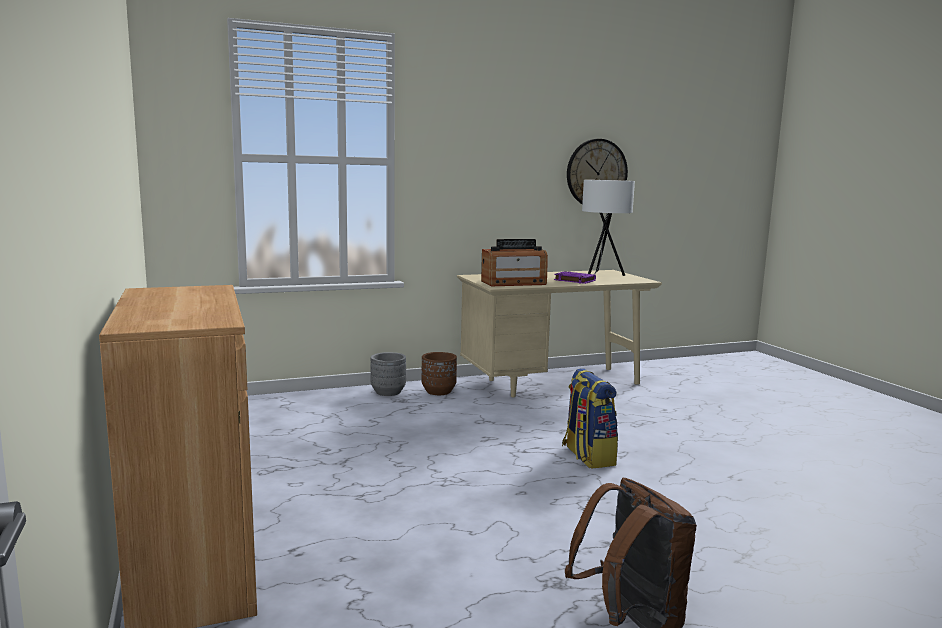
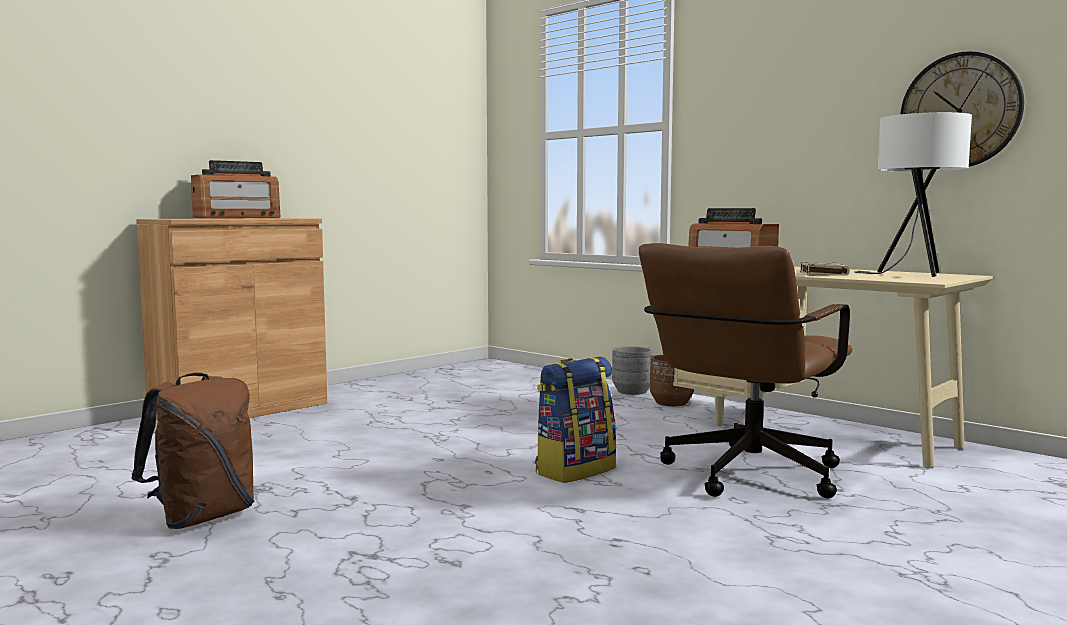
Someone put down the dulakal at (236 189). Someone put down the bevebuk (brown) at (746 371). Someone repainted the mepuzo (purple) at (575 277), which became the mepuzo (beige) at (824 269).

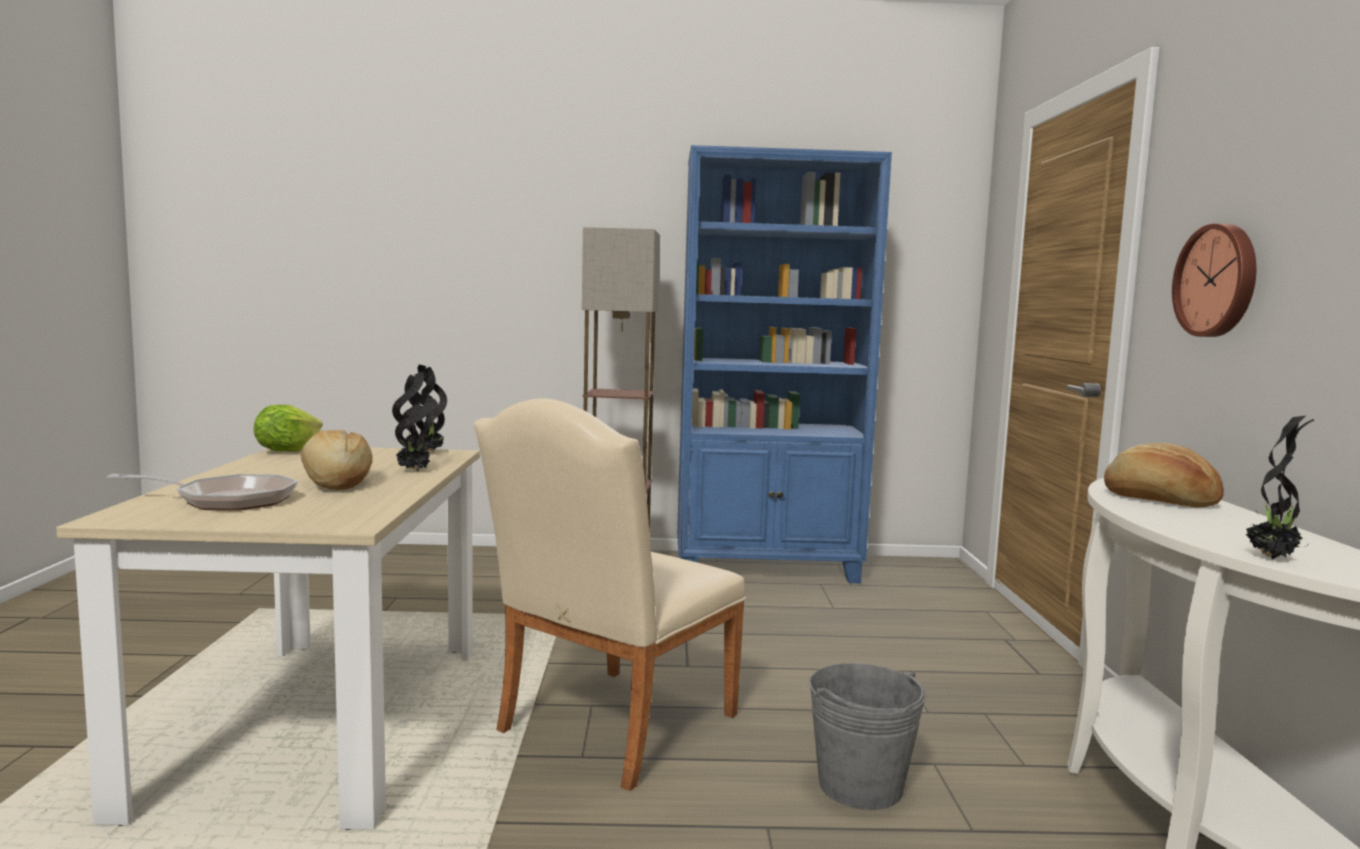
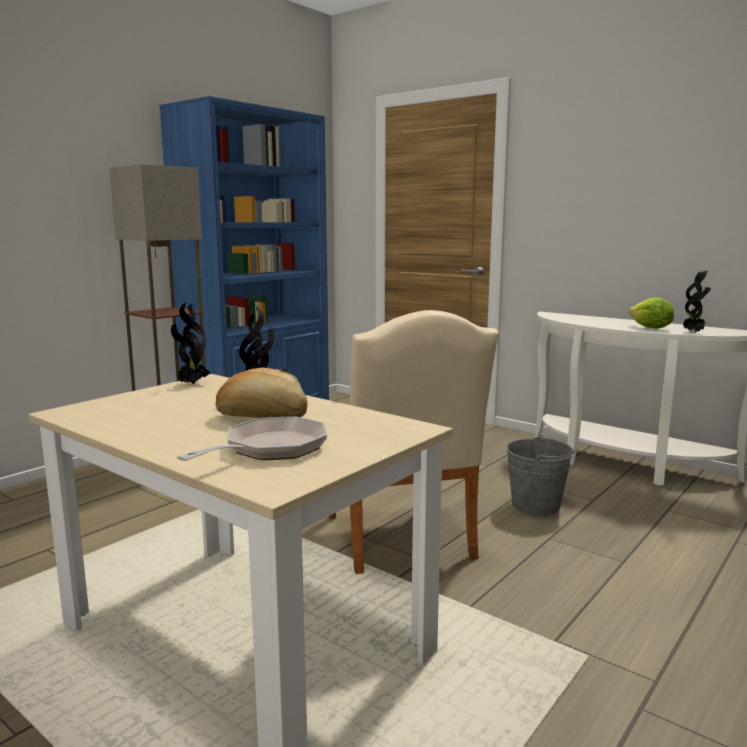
Someone took away the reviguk at (1164 475). Someone took away the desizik at (1214 280). Someone carried the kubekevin from (288 428) to (651 313).

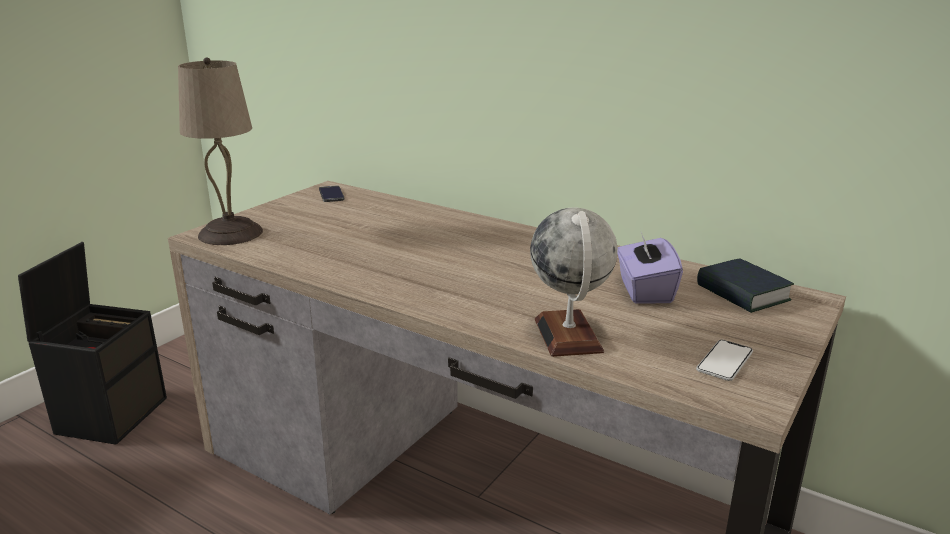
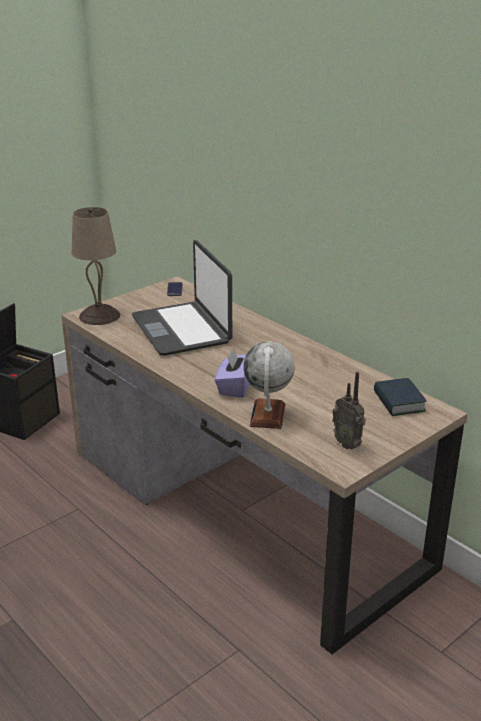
Someone put down the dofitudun at (182 298). Someone carried the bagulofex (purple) from (650 267) to (232 373). Someone swapped the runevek at (724 360) for the dulakal at (349 410).

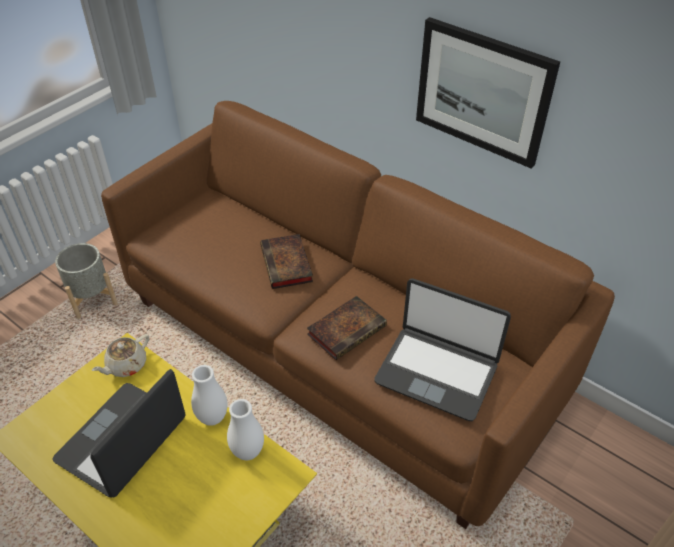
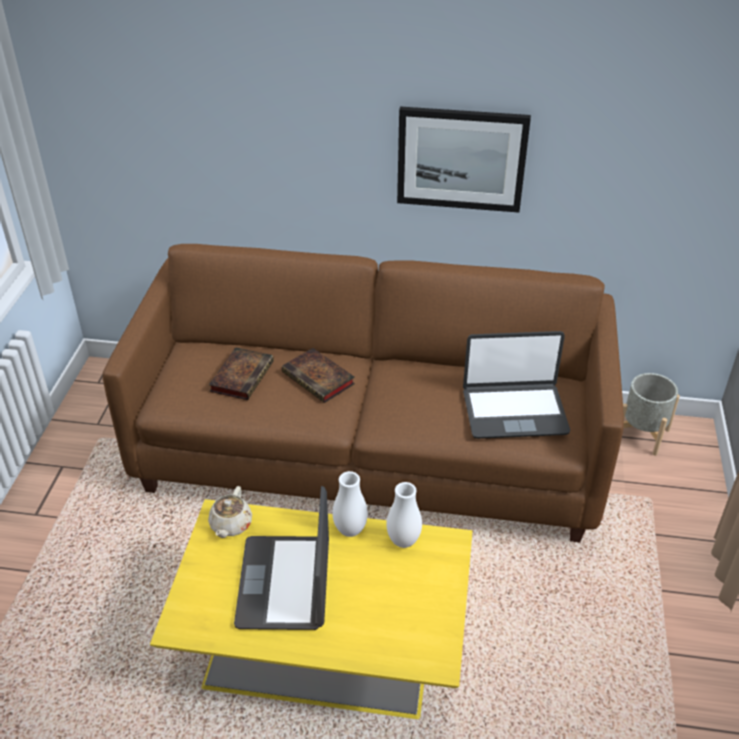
Someone carried the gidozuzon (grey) from (86 281) to (651 414). Someone carried the mepuzo from (347 328) to (241 374).

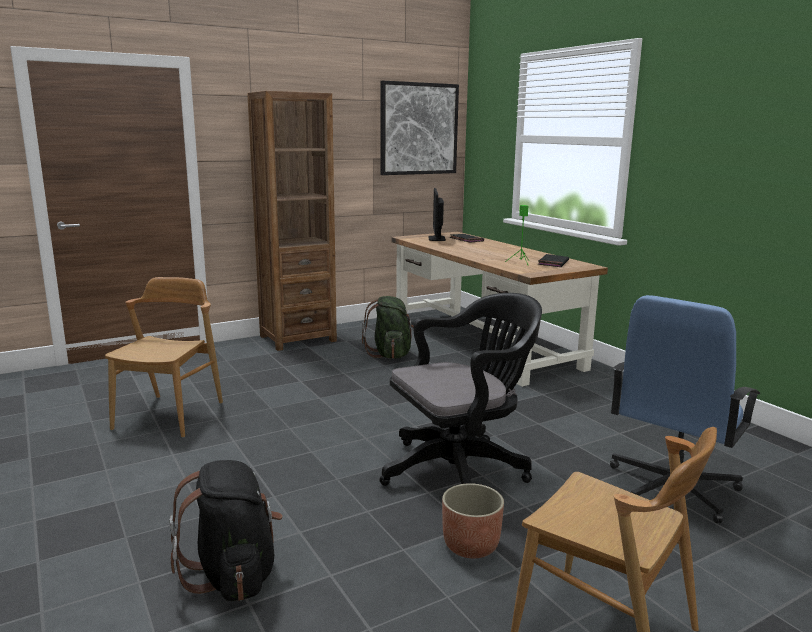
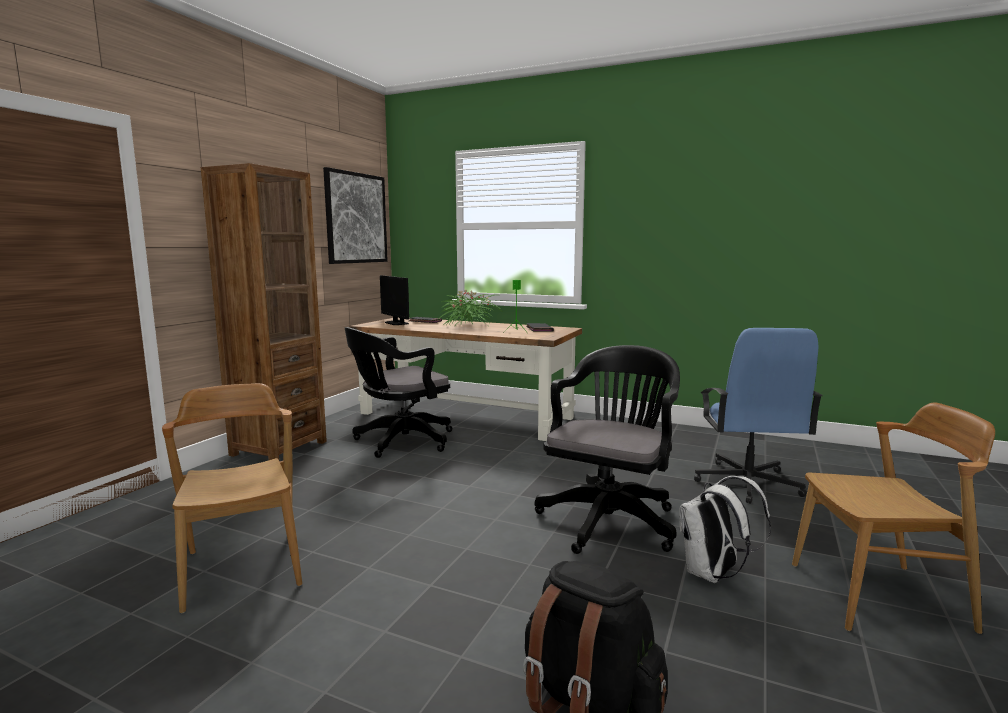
Someone put down the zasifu at (471 307). Someone swapped the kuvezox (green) at (387 327) for the bevebuk (black) at (398 392). Someone swapped the gidozuzon at (473 520) for the kuvezox (white) at (725 529).

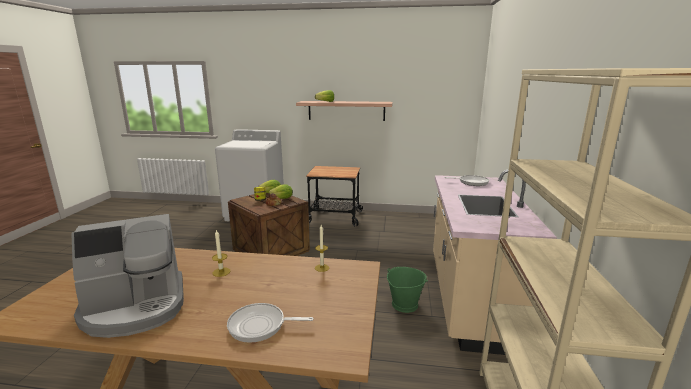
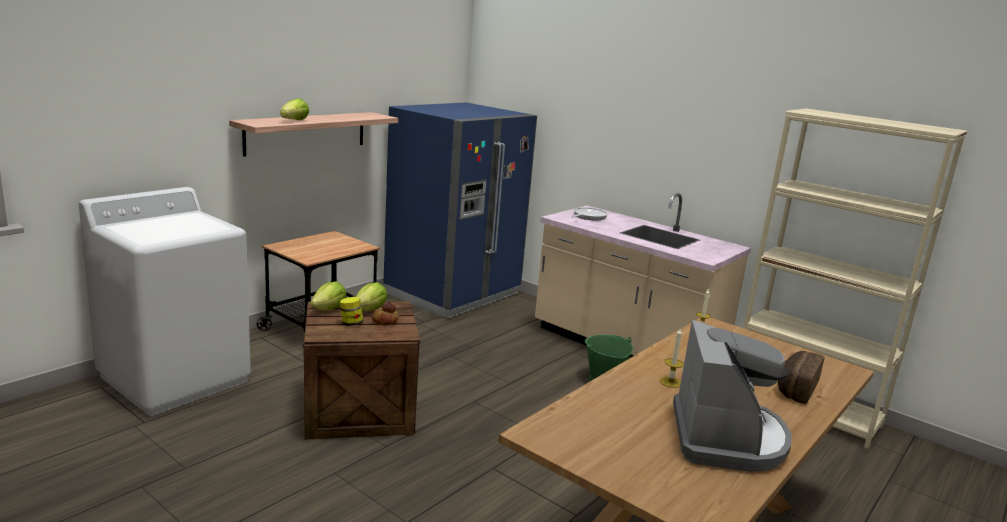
Someone put down the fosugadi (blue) at (460 210). Someone swapped the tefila at (270 323) for the reviguk at (801 377).

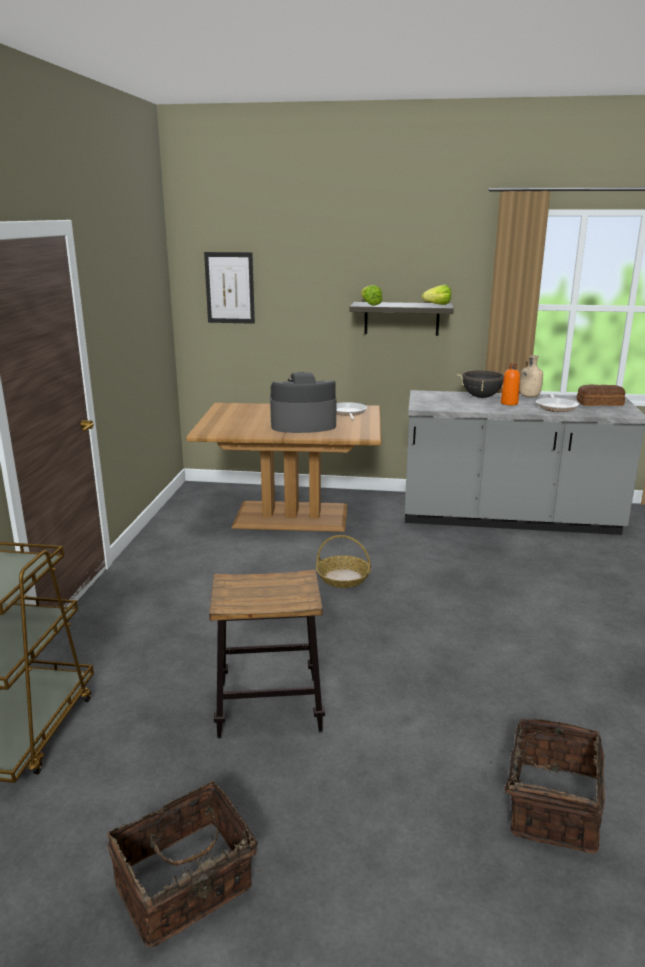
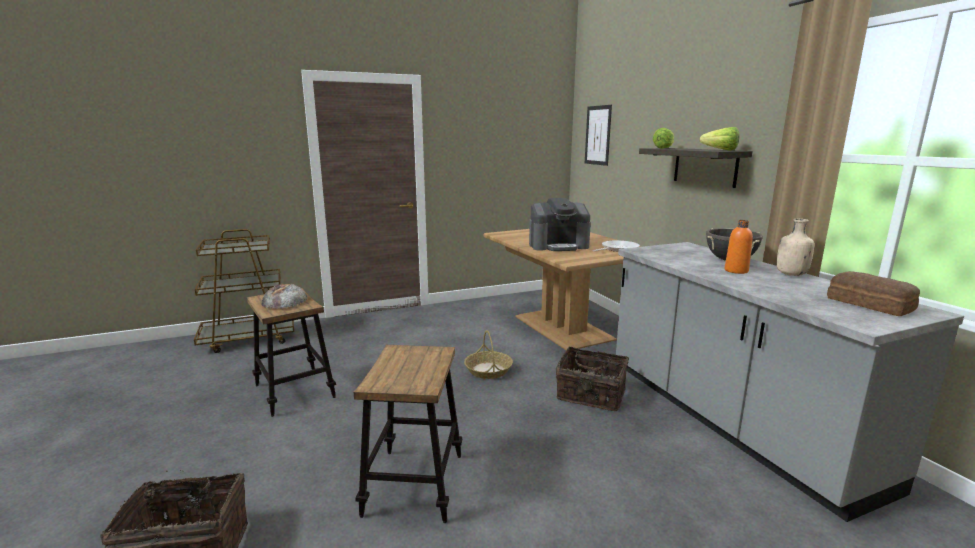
Someone took away the tefila at (557 402). Someone put down the reviguk at (284 296). Someone put down the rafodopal at (408 434). Someone carried the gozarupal from (184 863) to (592 379). Someone rotated the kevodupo at (303 402) by 120 degrees clockwise.

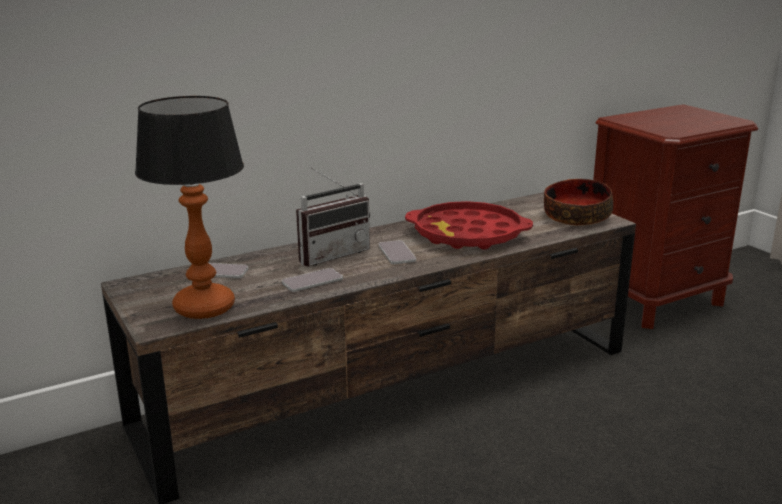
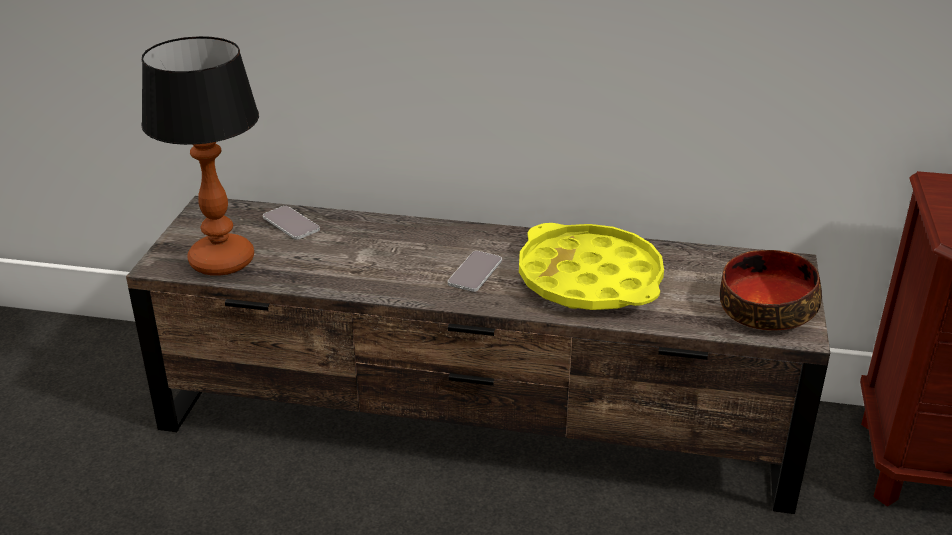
Someone took away the runevek at (312 280). Someone took away the dulakal at (333 216). Someone repainted the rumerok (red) at (469 225), which became the rumerok (yellow) at (591 266).

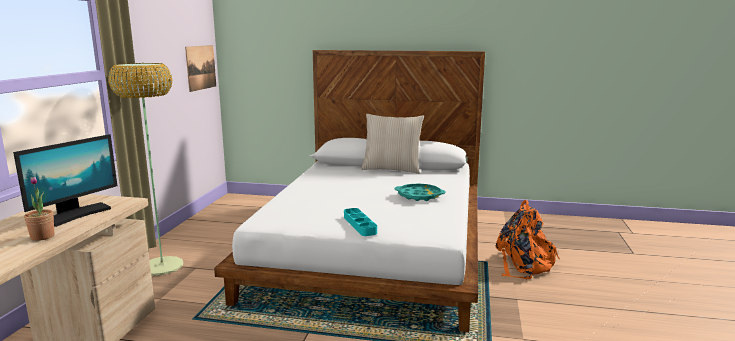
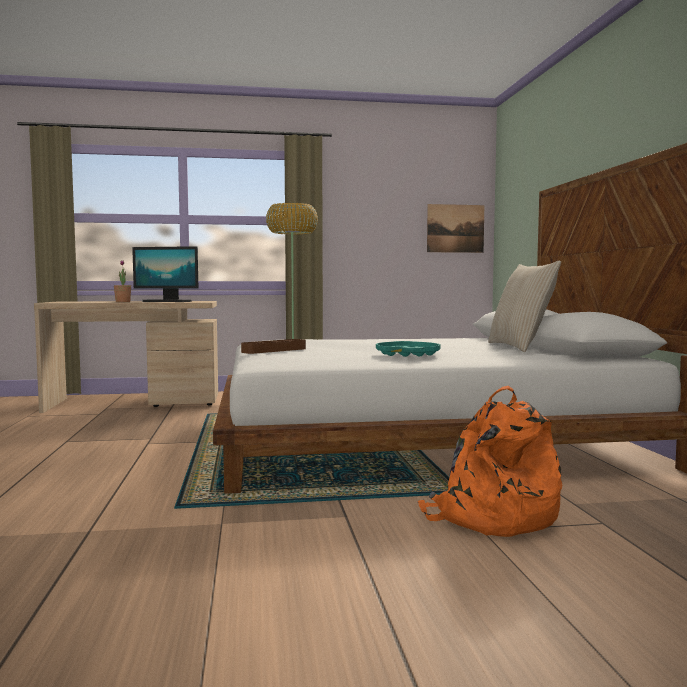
Someone repainted the rumerok (turquoise) at (360 222), which became the rumerok (brown) at (273 346).

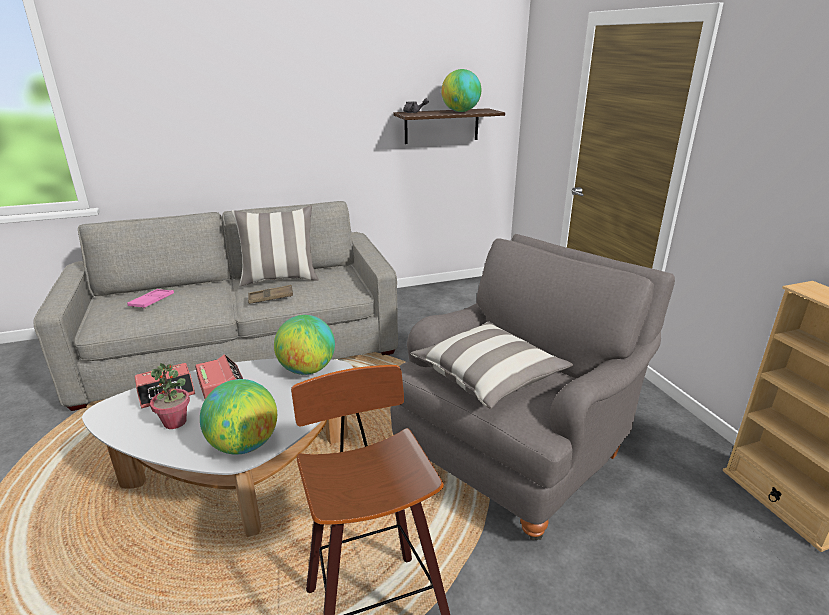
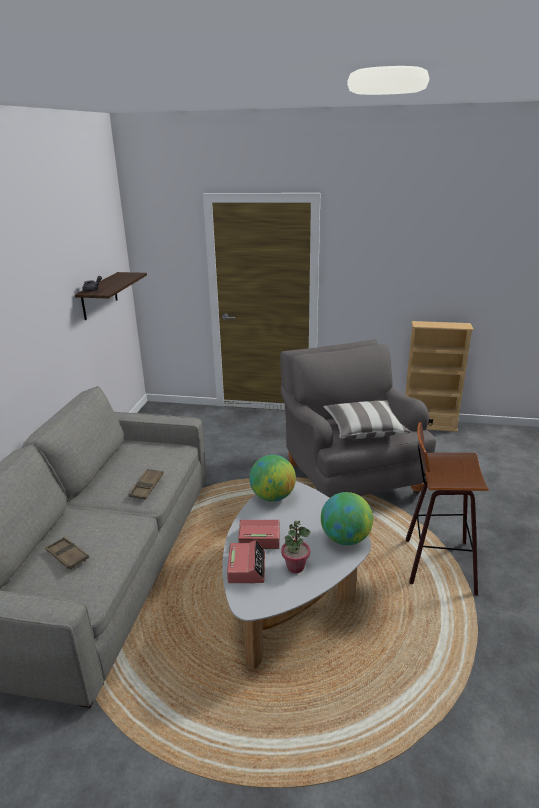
Someone took away the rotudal at (275 246). Someone took away the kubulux at (461 90). Someone repainted the rumerok (pink) at (150 299), which became the rumerok (brown) at (67 553).

